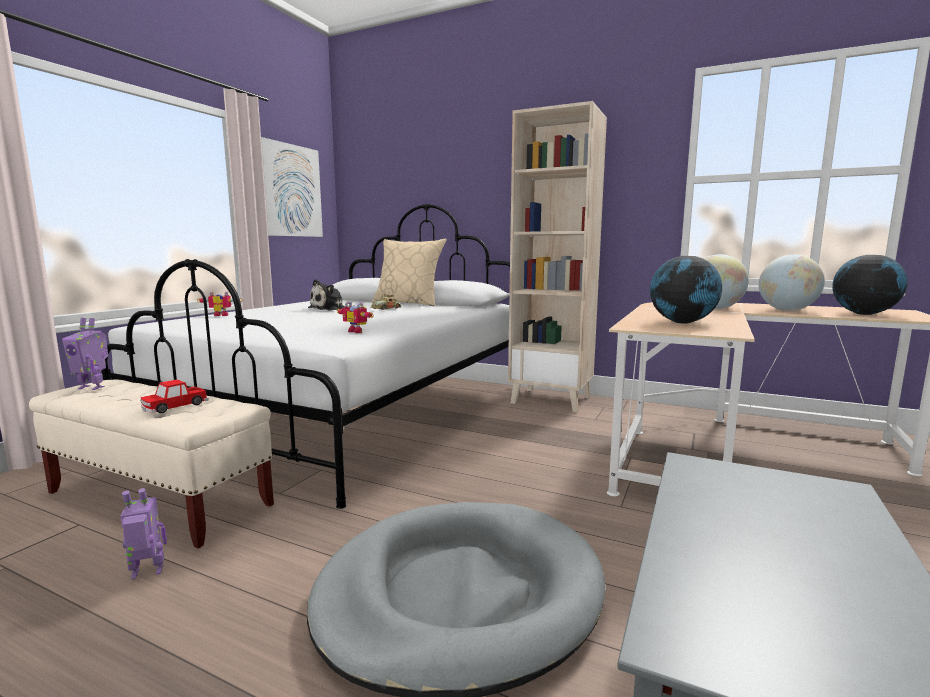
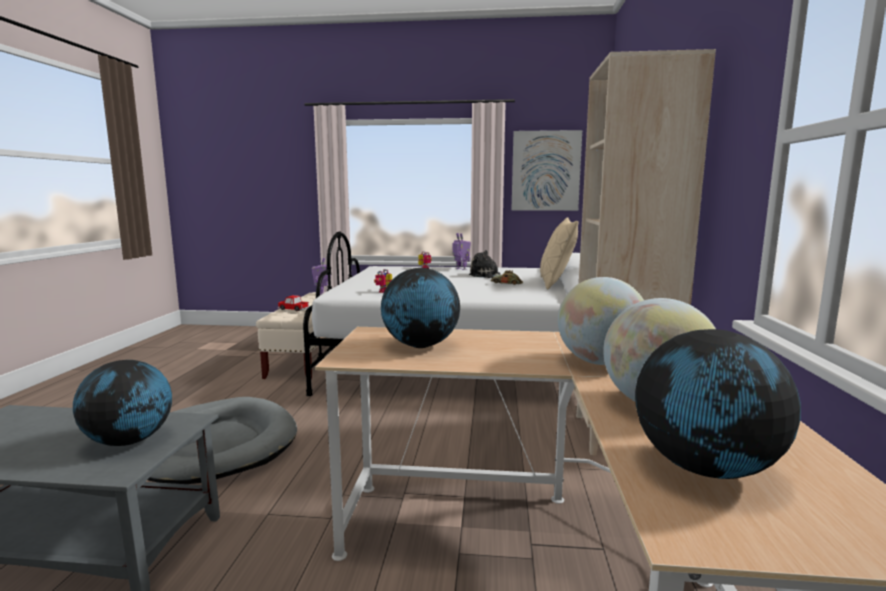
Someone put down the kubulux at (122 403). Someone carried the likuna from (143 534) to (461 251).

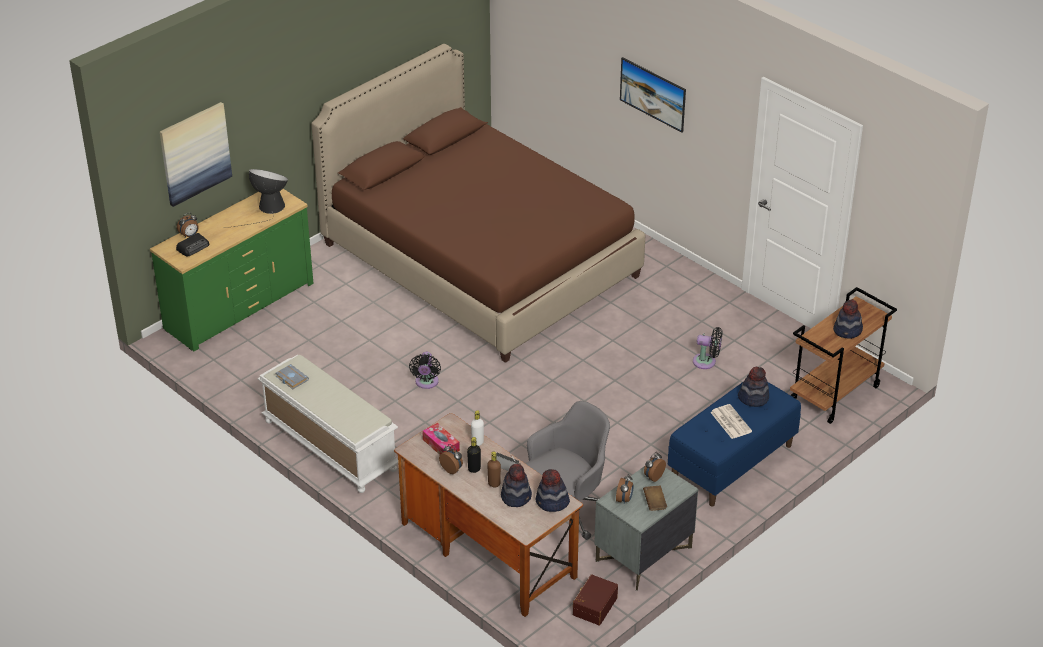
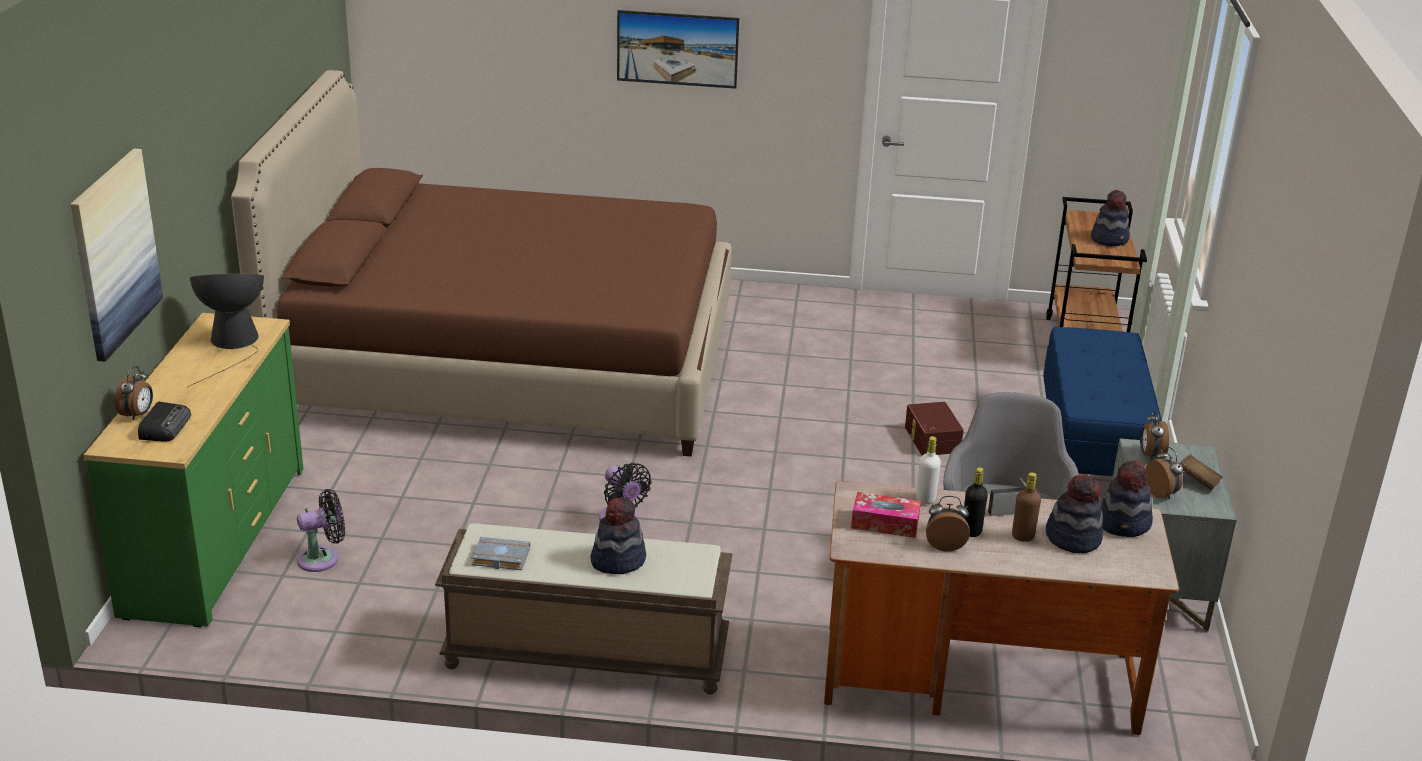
Someone took away the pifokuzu at (731 421). Someone carried the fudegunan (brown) from (595 599) to (934 428). Someone carried the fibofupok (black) from (707 348) to (321 530). Someone carried the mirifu from (753 387) to (618 535). Someone repainted the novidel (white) at (327 424), which became the novidel (brown) at (583 609).

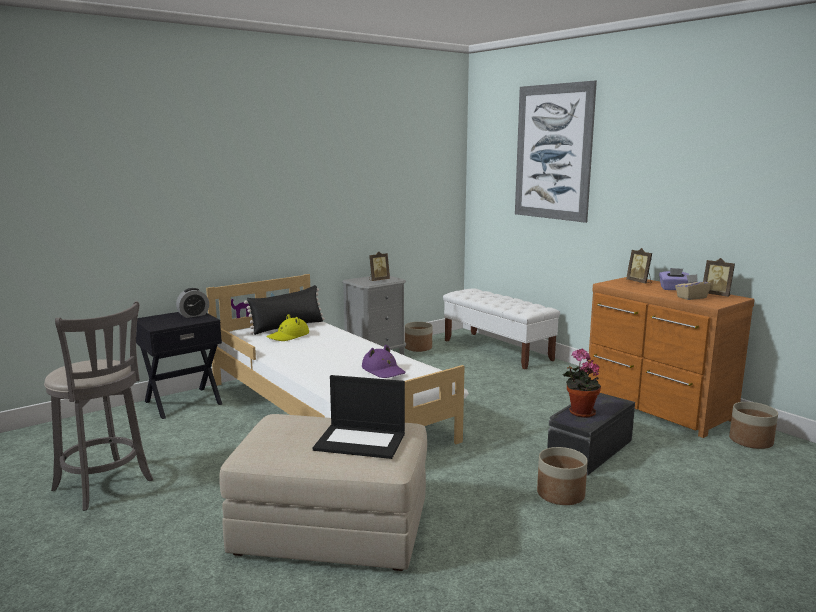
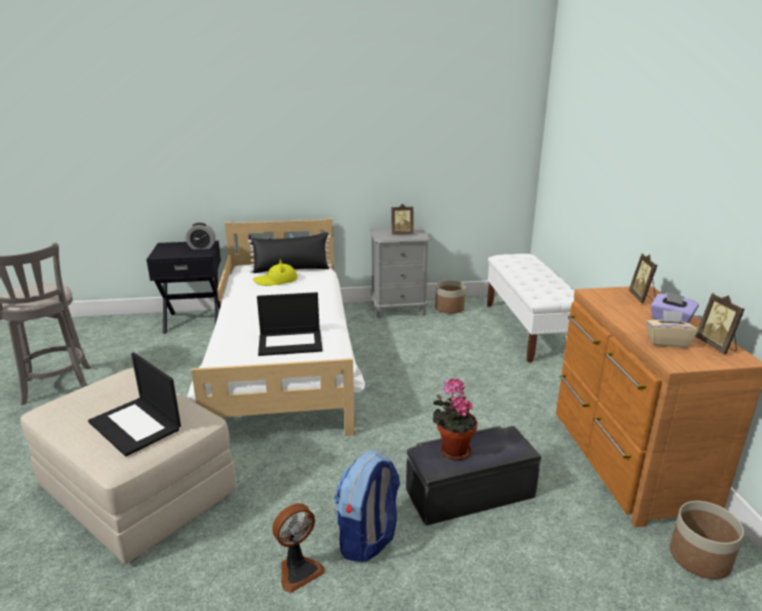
Someone took away the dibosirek at (556 151). Someone put down the fibofupok at (298 548). Someone swapped the mirifu (purple) at (384 361) for the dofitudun at (290 324). Someone swapped the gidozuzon at (562 476) for the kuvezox at (367 506).

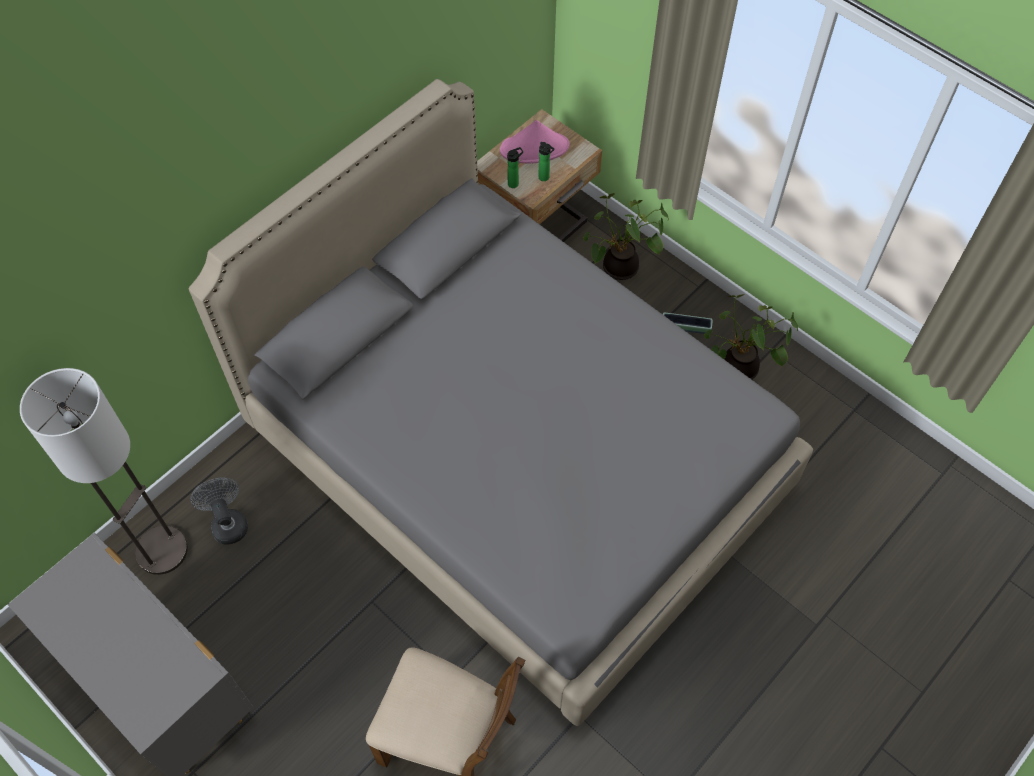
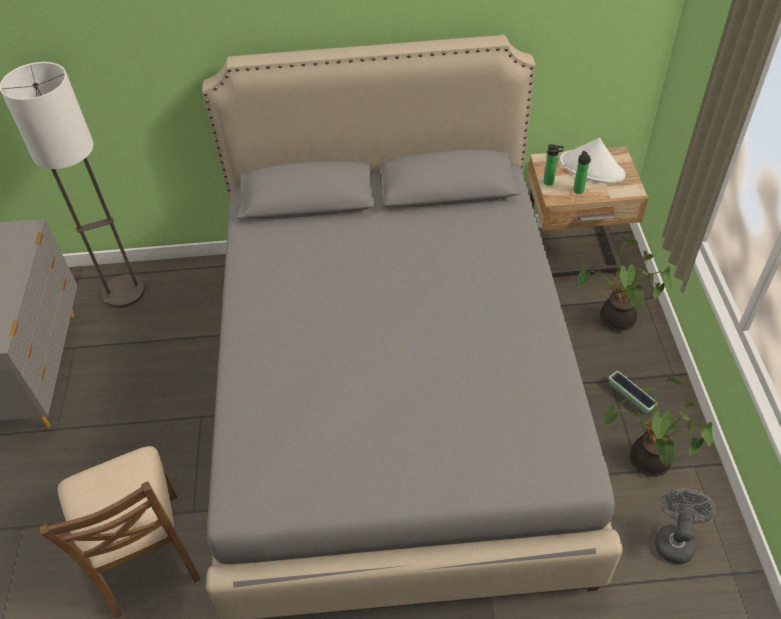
Someone carried the fibofupok (grey) from (219 511) to (685 526). Someone repainted the mirifu (pink) at (535 141), which became the mirifu (white) at (593 161).

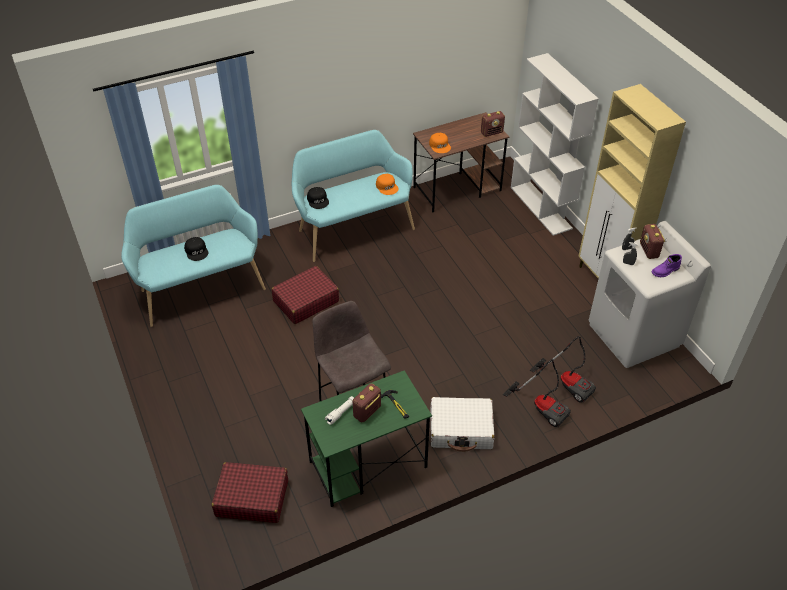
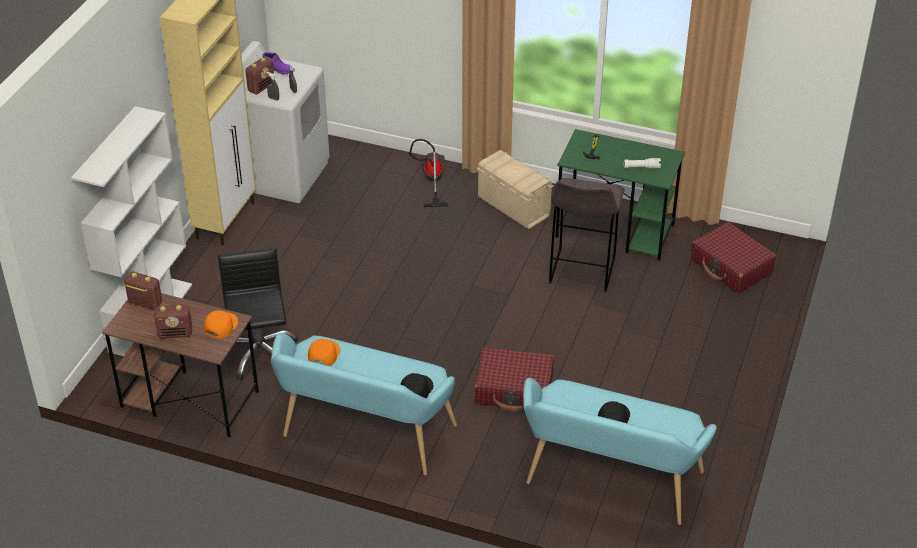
Someone took away the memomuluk at (563 369). Someone put down the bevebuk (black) at (258 314). Someone carried the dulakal from (366 402) to (173 322). Someone swapped the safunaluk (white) at (463 424) for the fudegunan (beige) at (515 189).

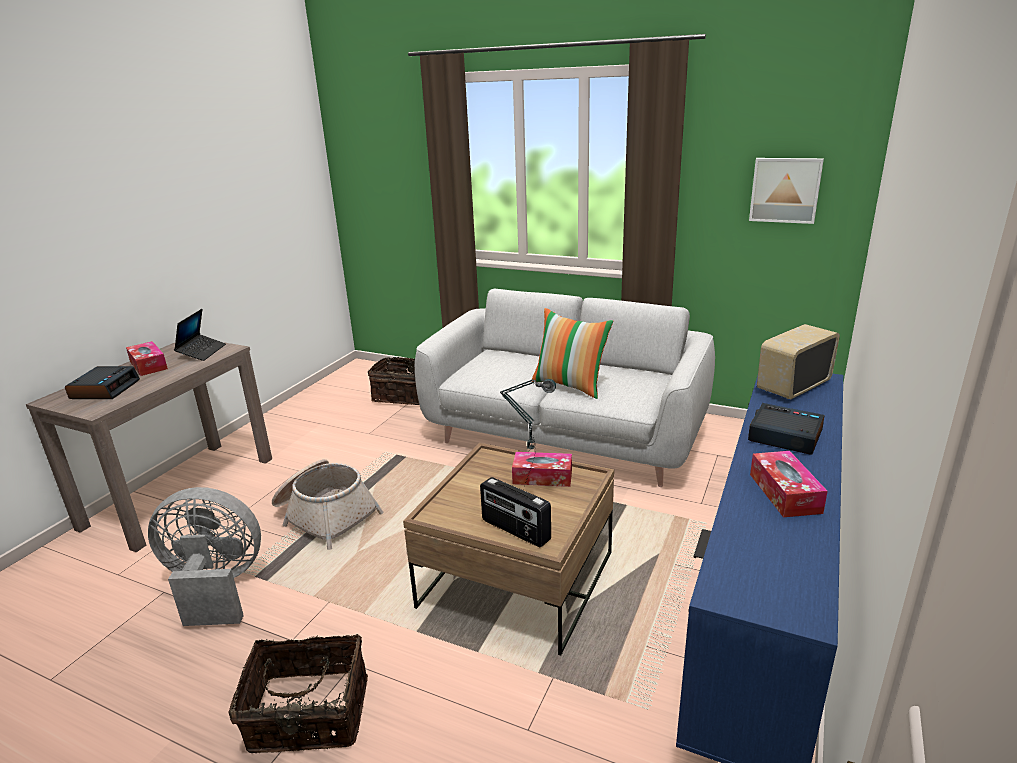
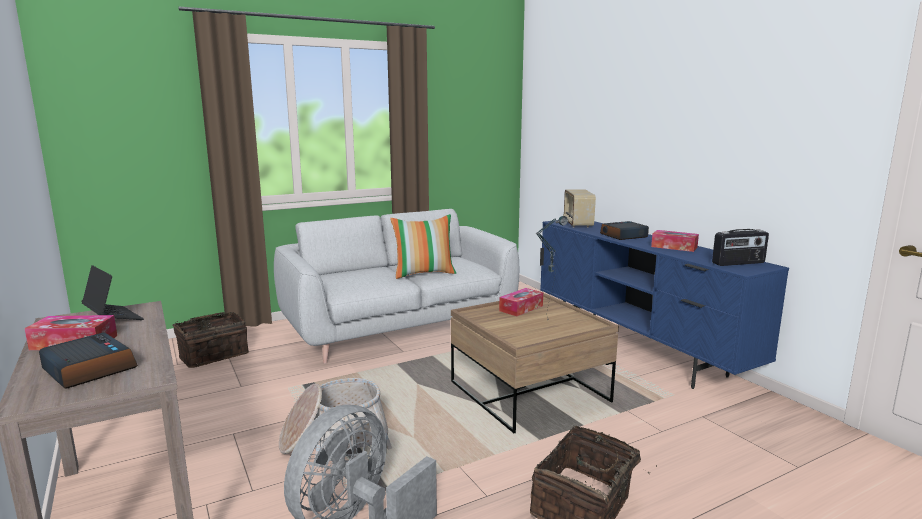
Someone took away the dibosirek at (786 191). Someone carried the dulakal from (515 512) to (740 247).

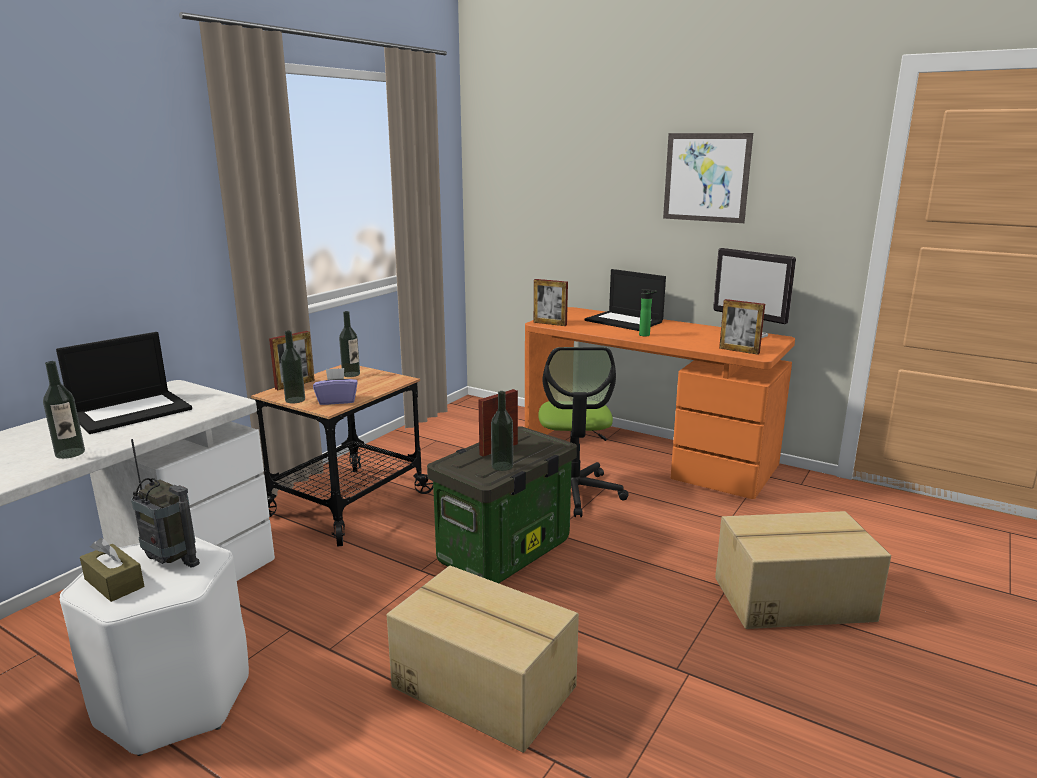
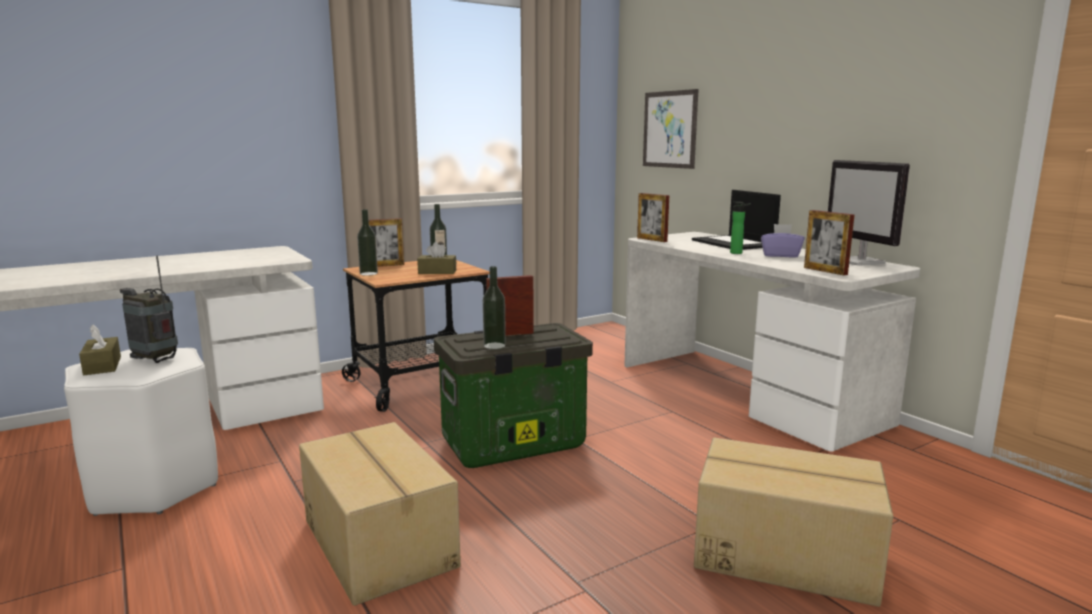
Someone took away the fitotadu at (64 410). Someone took away the dofitudun at (124 383). Someone took away the bevebuk at (583 432). Someone put down the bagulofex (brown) at (436 258). Someone carried the bagulofex (purple) from (335 386) to (782 241). Someone carried the dibosirek from (708 178) to (671 129). Someone repainted the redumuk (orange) at (660 403), which became the redumuk (white) at (772 342). Someone rotated the dulakal at (165 503) by 150 degrees clockwise.

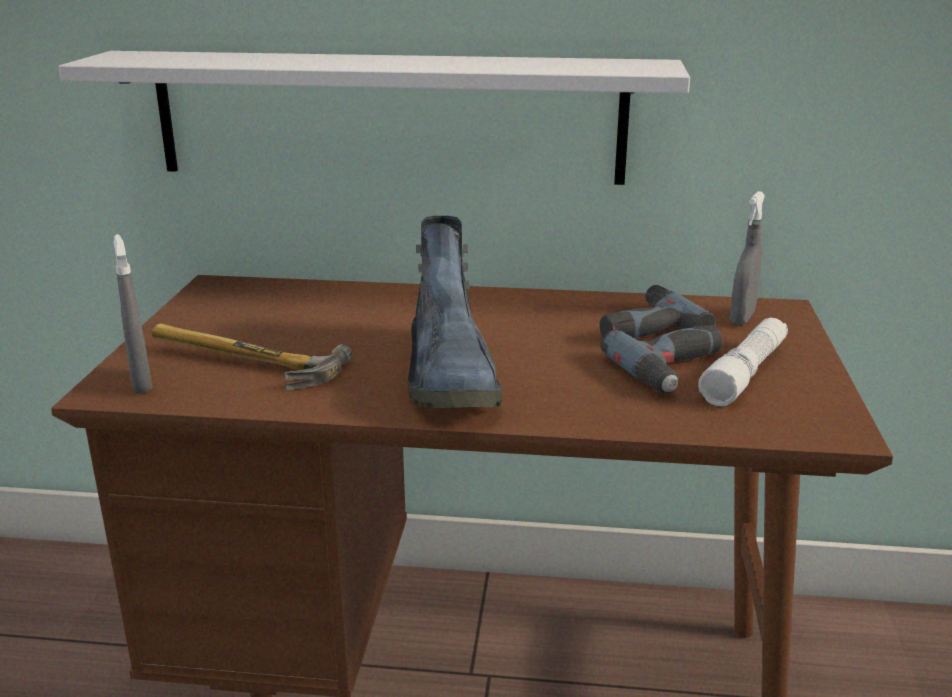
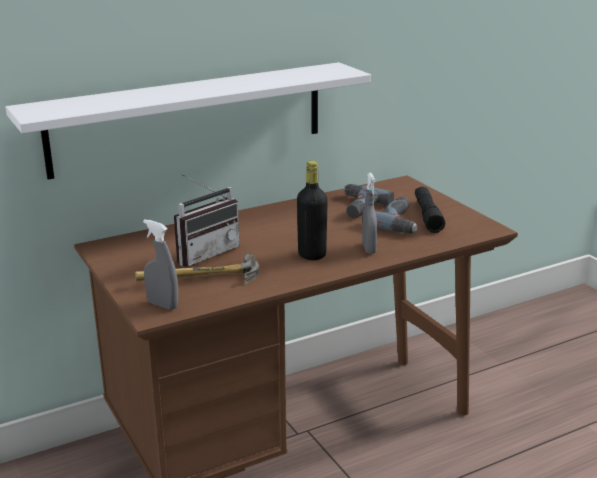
Someone put down the dulakal at (206 220). Someone carried the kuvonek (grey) from (747 258) to (369 213). Someone swapped the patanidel at (455 312) for the fitotadu (black) at (312 210). Someone repainted the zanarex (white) at (743 361), which became the zanarex (black) at (430 210).

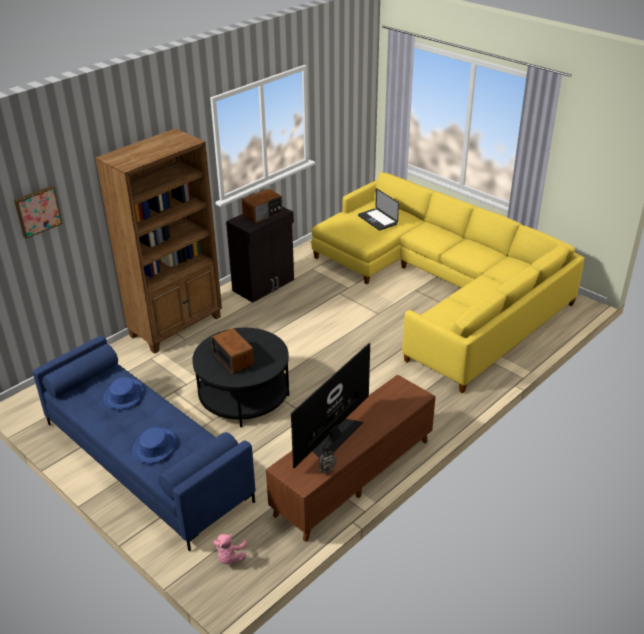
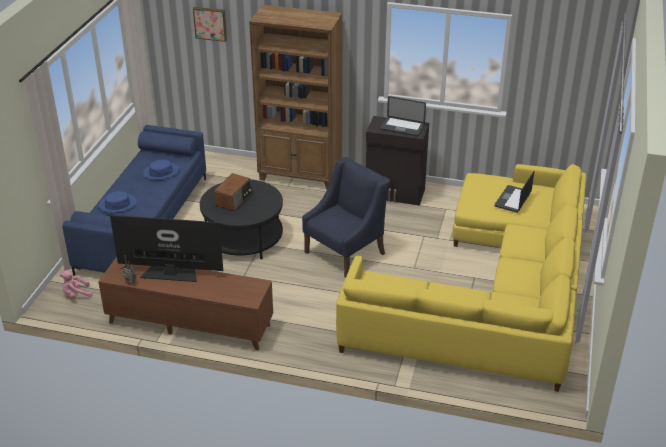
Someone put down the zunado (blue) at (346 217). Someone swapped the dulakal at (262 206) for the dofitudun at (403 116).

